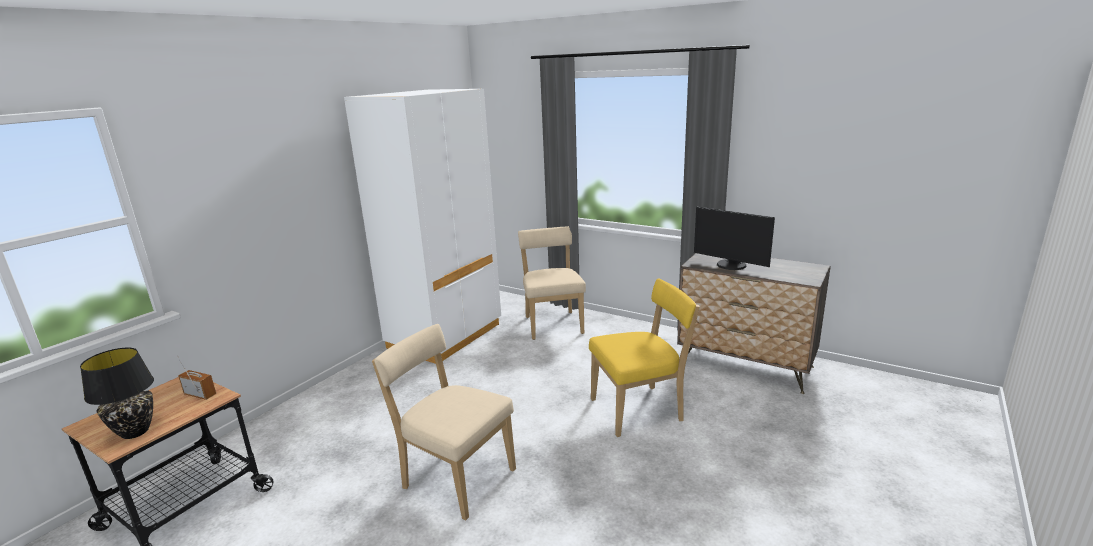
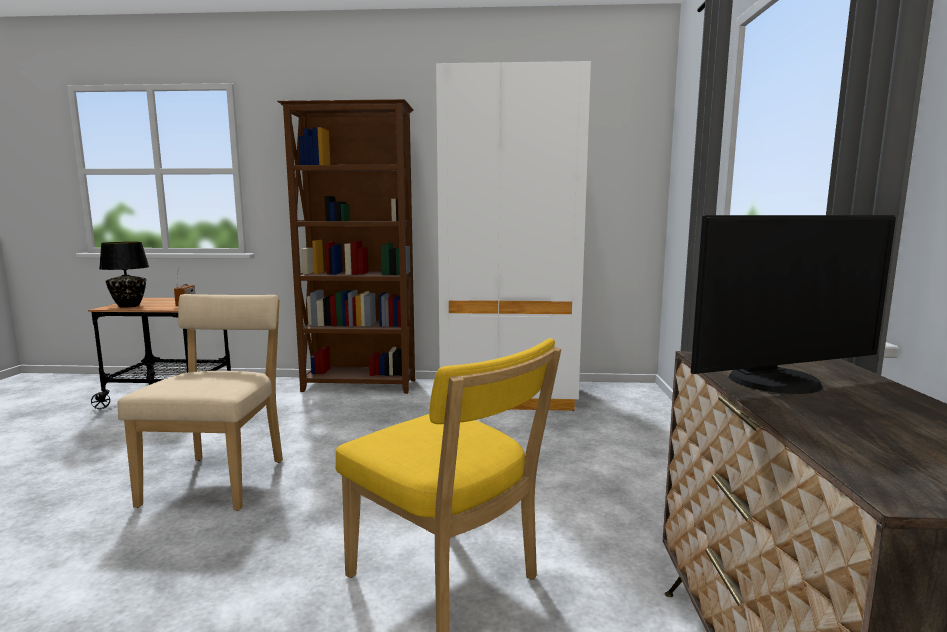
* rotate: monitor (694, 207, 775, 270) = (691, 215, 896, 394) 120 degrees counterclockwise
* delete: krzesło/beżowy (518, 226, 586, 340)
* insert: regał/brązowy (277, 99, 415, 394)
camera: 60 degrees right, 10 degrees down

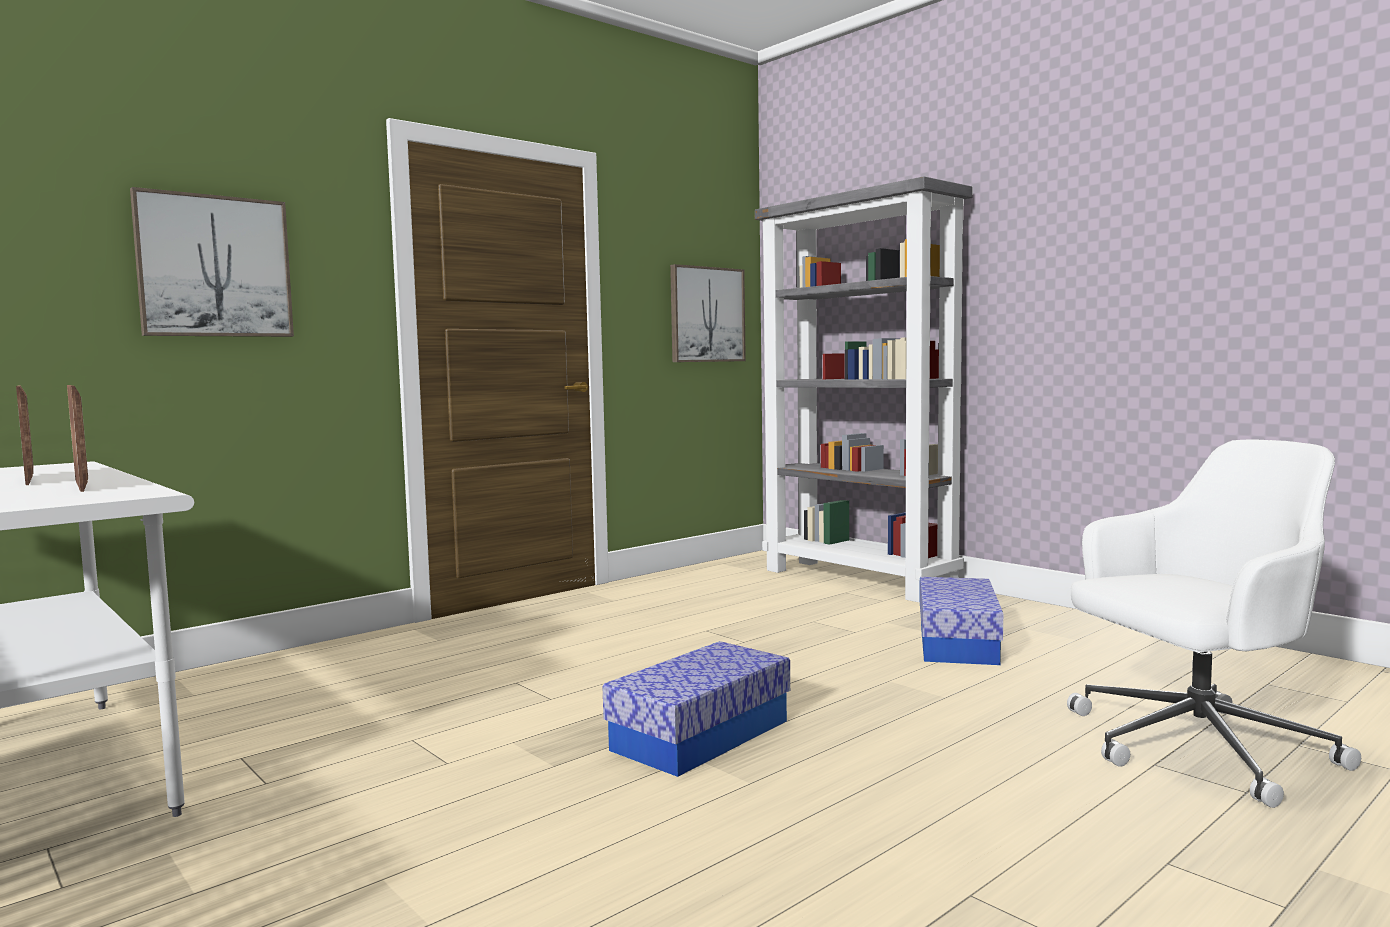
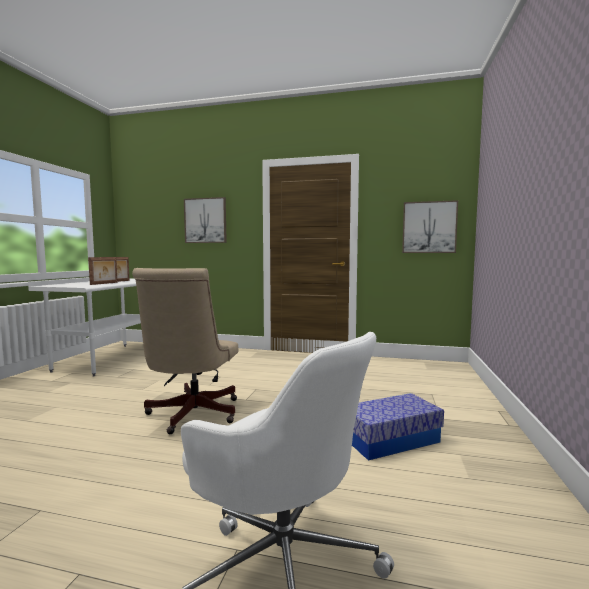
* delete: regał/szary (755, 176, 973, 603)
* replace: pojemnik do przechowywania (602, 641, 790, 777) to krzesło biurowe/beżowy (132, 268, 239, 434)
camera: 55 degrees right, 0 degrees up

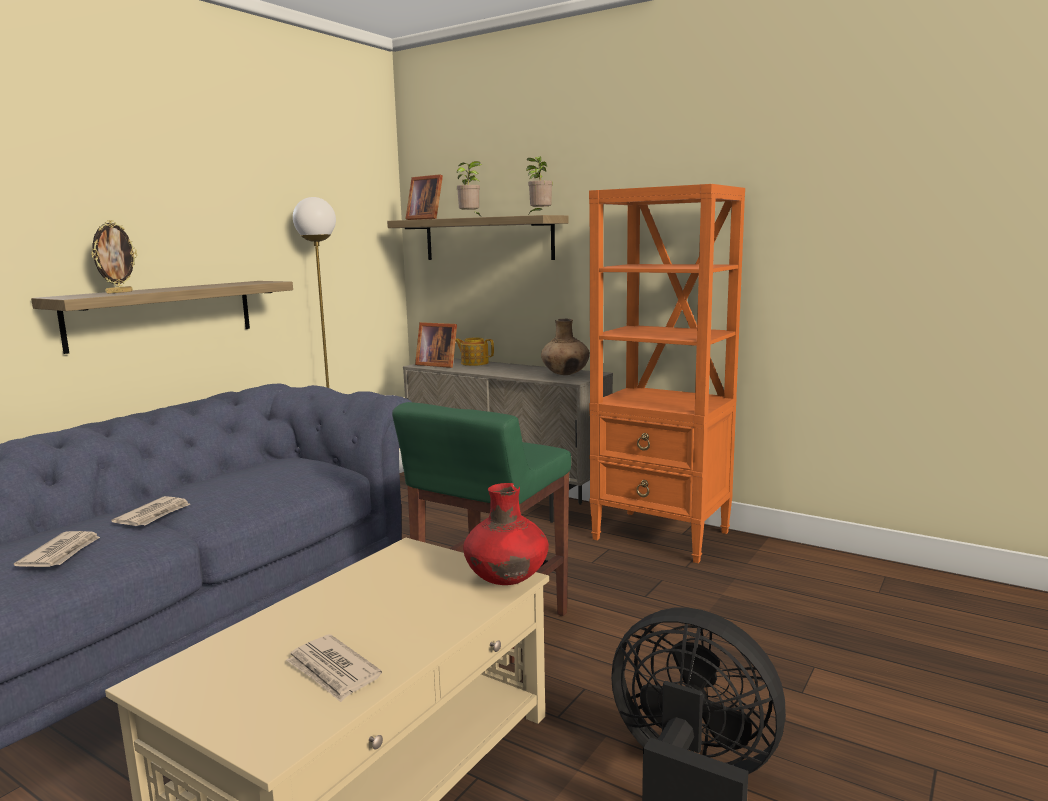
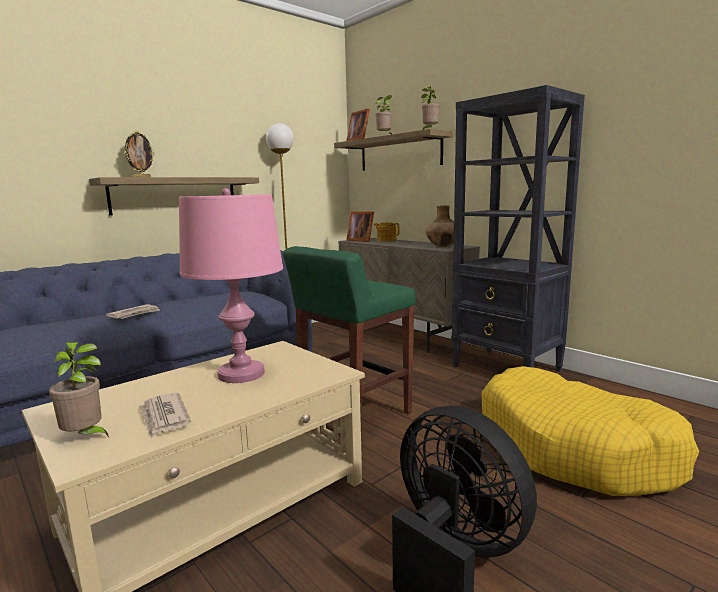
* recolor: regał/pomarańczowy (589, 184, 745, 563) to regał/czarny (451, 85, 585, 372)
* delete: wazon/czerwony (463, 483, 549, 585)
* delete: gazeta (14, 531, 100, 567)
* insert: lampa stołowa/różowy (179, 188, 283, 383)
* insert: roślina doniczkowa (49, 342, 109, 437)
* insert: legowisko/żółty (481, 366, 700, 496)
camera: 15 degrees right, 0 degrees up

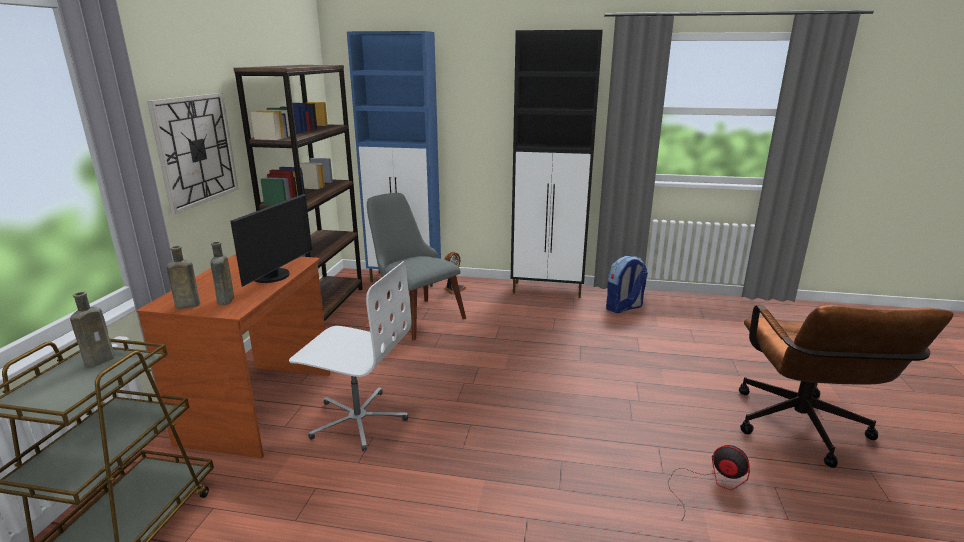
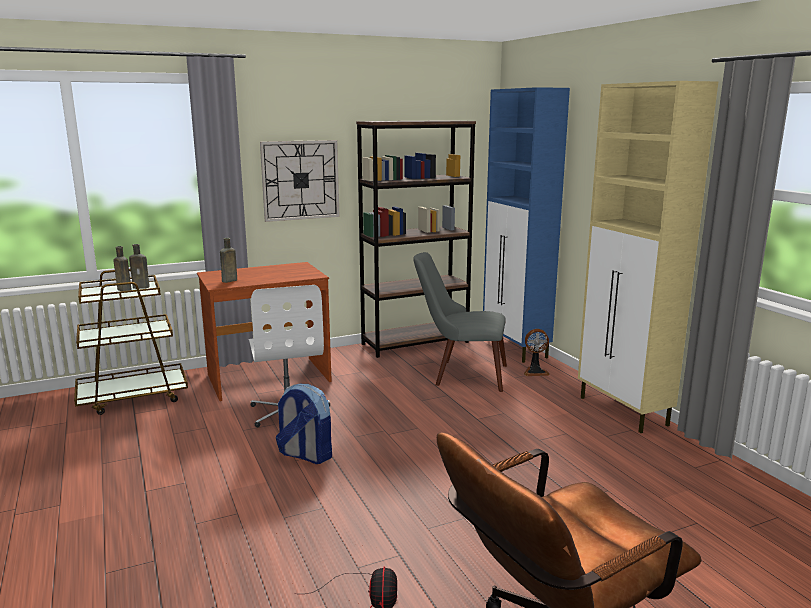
* recolor: szafka/czarny (511, 30, 603, 298) to szafka/beżowy (578, 81, 718, 433)
* rotate: krzesło/szary (367, 193, 466, 340) = (413, 252, 507, 392) 90 degrees counterclockwise
* delete: monitor (230, 194, 312, 287)
* move: butelka/brązowy (166, 246, 200, 309) to (113, 246, 132, 291)
* move: plecak (606, 256, 648, 313) to (276, 384, 332, 464)
camera: 55 degrees right, 5 degrees down

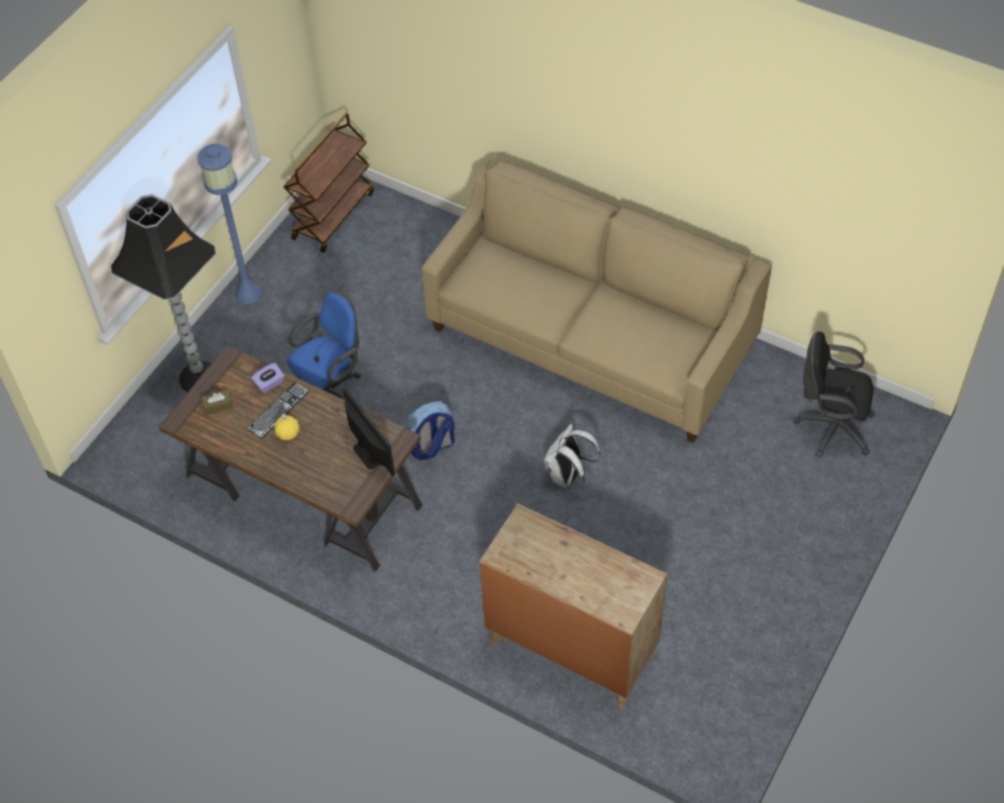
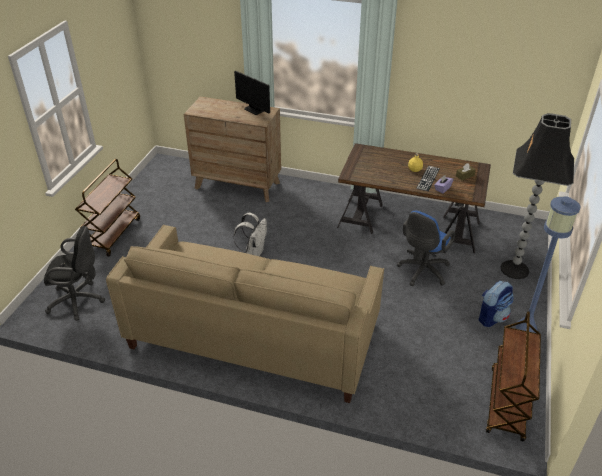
* move: monitor (343, 387, 395, 476) to (234, 71, 270, 115)
* move: plecak (407, 401, 455, 460) to (479, 281, 514, 327)
* insert: wózek/brązowy (75, 159, 140, 257)
camera: 165 degrees right, 15 degrees down

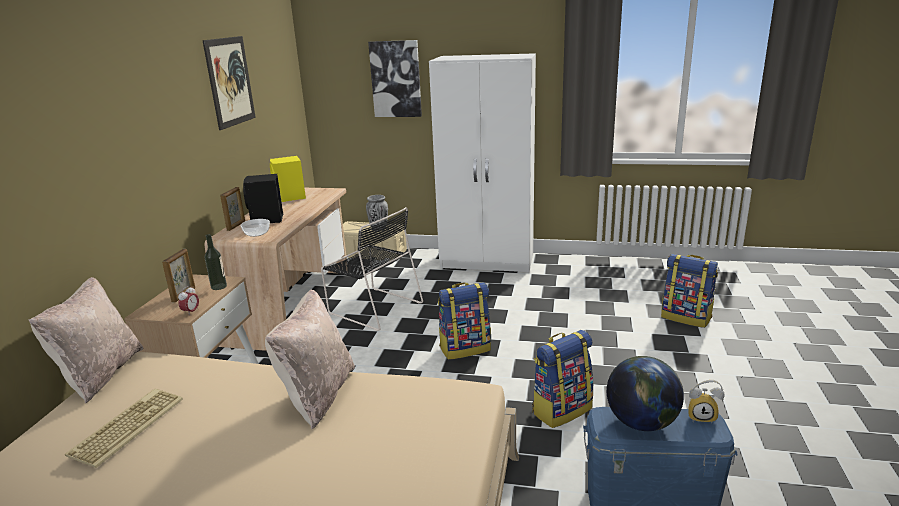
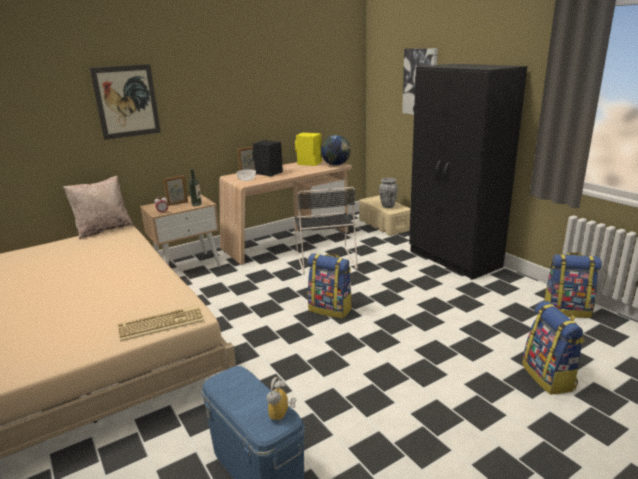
* move: obraz (202, 36, 256, 130) to (90, 64, 161, 140)
* recolor: szafa/biały (429, 53, 536, 273) to szafa/czarny (409, 64, 527, 280)
* delete: poduszka/beżowy (265, 290, 355, 429)
* move: plecak (532, 330, 593, 428) to (544, 253, 602, 318)
* move: globus (607, 356, 684, 431) to (321, 135, 351, 166)
* rotate: budzik (688, 380, 724, 423) = (266, 377, 296, 423) 45 degrees clockwise
* move: klawiatura (65, 389, 183, 468) to (118, 305, 204, 342)
camera: 45 degrees right, 0 degrees up

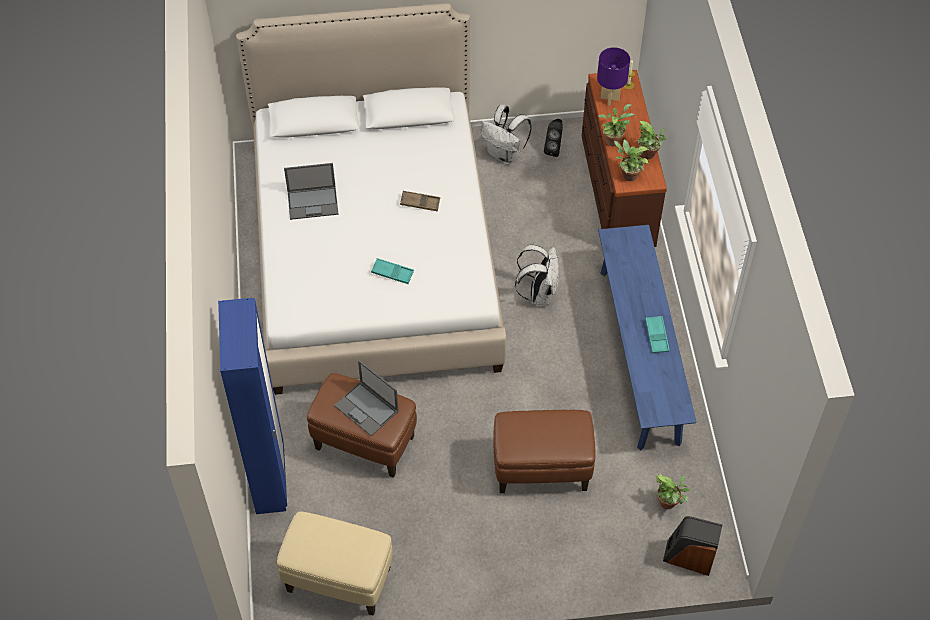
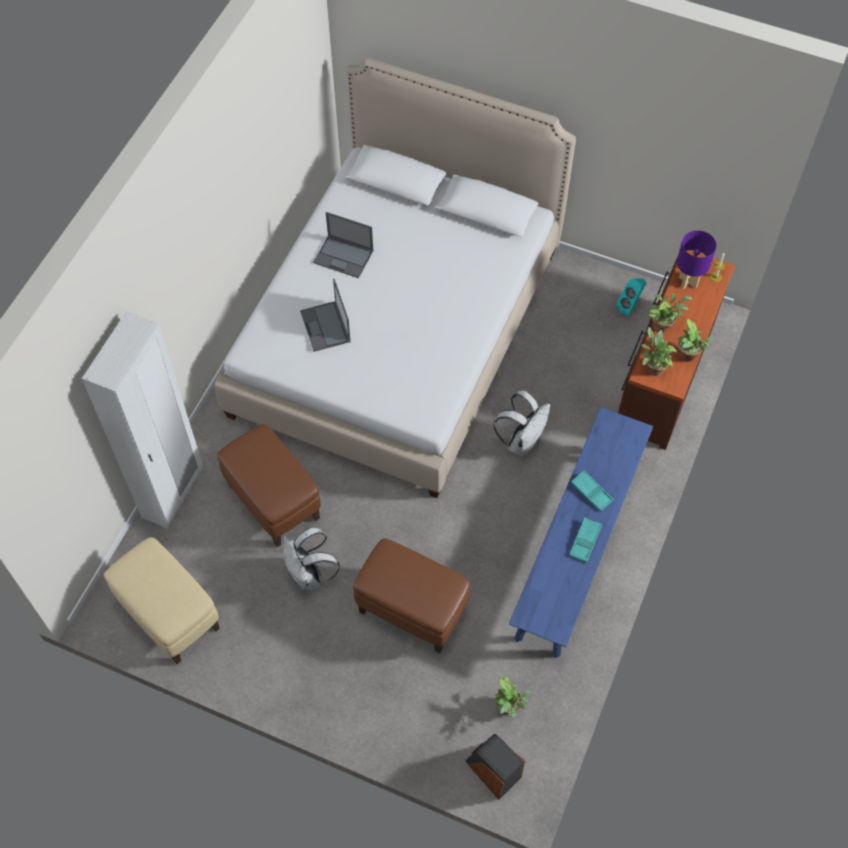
* move: plecak/biały (481, 105, 532, 165) to (283, 527, 340, 591)
* recolor: głośnik/czarny (544, 119, 563, 157) to głośnik/turkusowy (616, 278, 646, 316)
* delete: taca/brązowy (400, 191, 440, 212)
* move: taca/turkusowy (371, 258, 414, 284) to (571, 471, 614, 512)
* recolor: szafa/niebieski (218, 298, 287, 514) to szafa/biały (82, 311, 203, 528)
* move: laptop (334, 360, 398, 436) to (300, 279, 351, 352)
camera: 30 degrees right, 5 degrees up

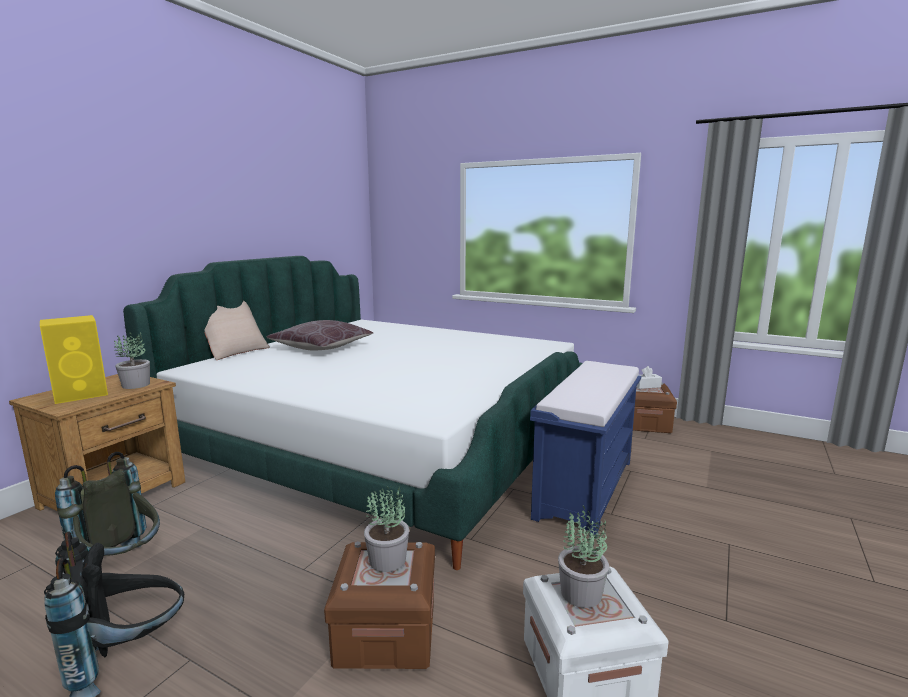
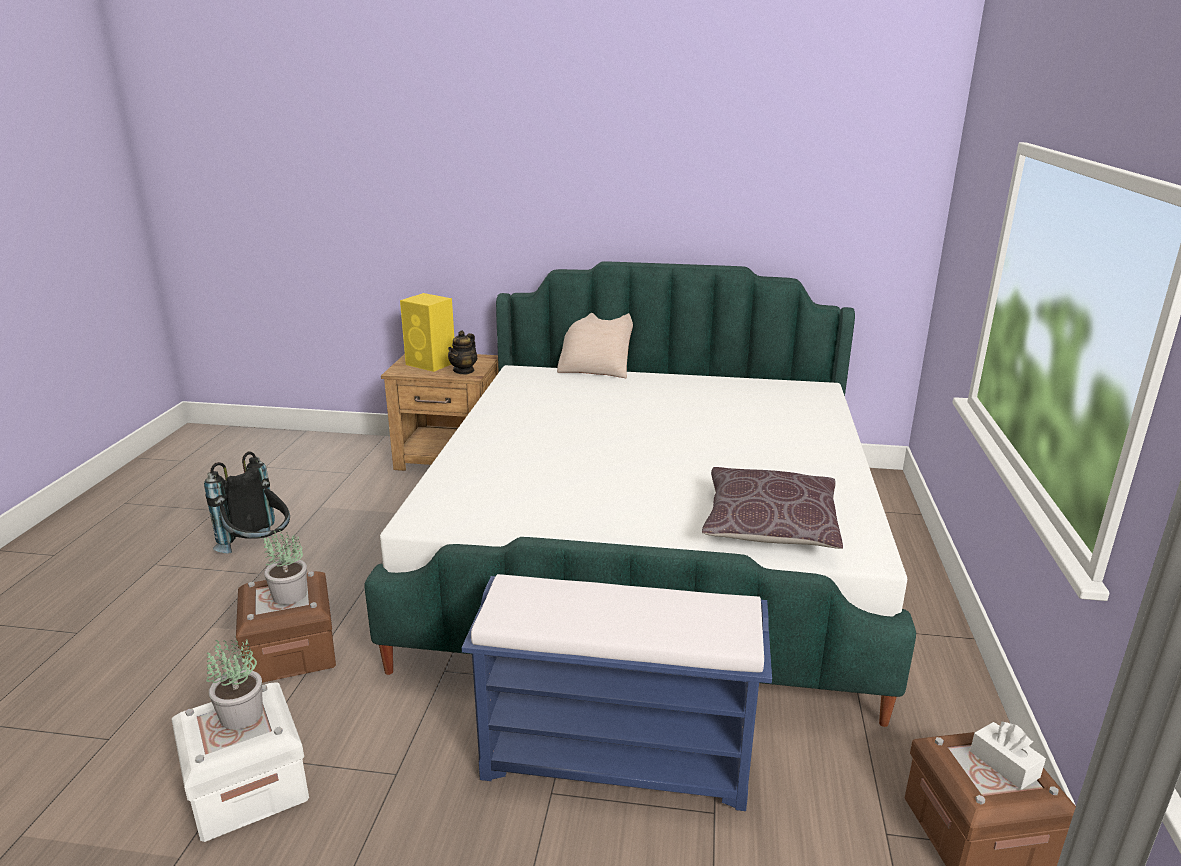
* move: poduszka/brązowy (267, 320, 373, 351) to (702, 467, 843, 549)
* replace: roślina doniczkowa (114, 333, 150, 389) to imbryk (448, 330, 477, 374)
* delete: plecak/szary (55, 452, 160, 556)
camera: 70 degrees right, 10 degrees up

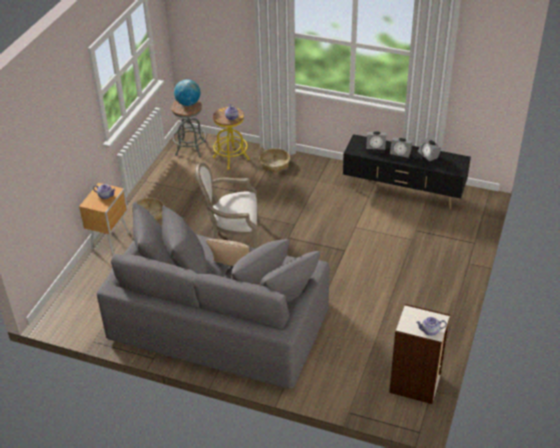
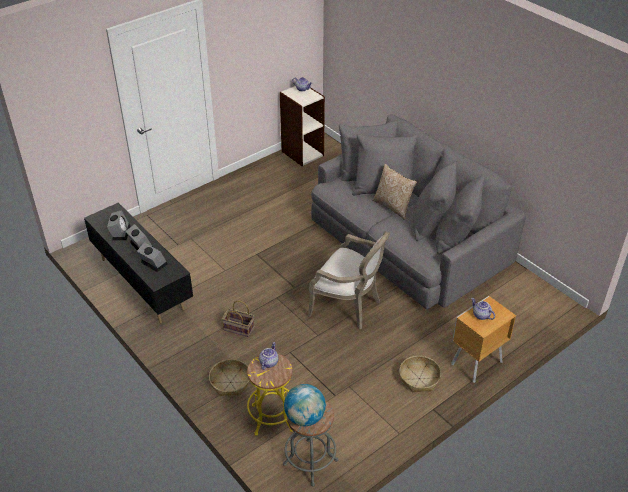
* insert: koszyk (222, 300, 255, 337)
camera: 150 degrees left, 0 degrees up

